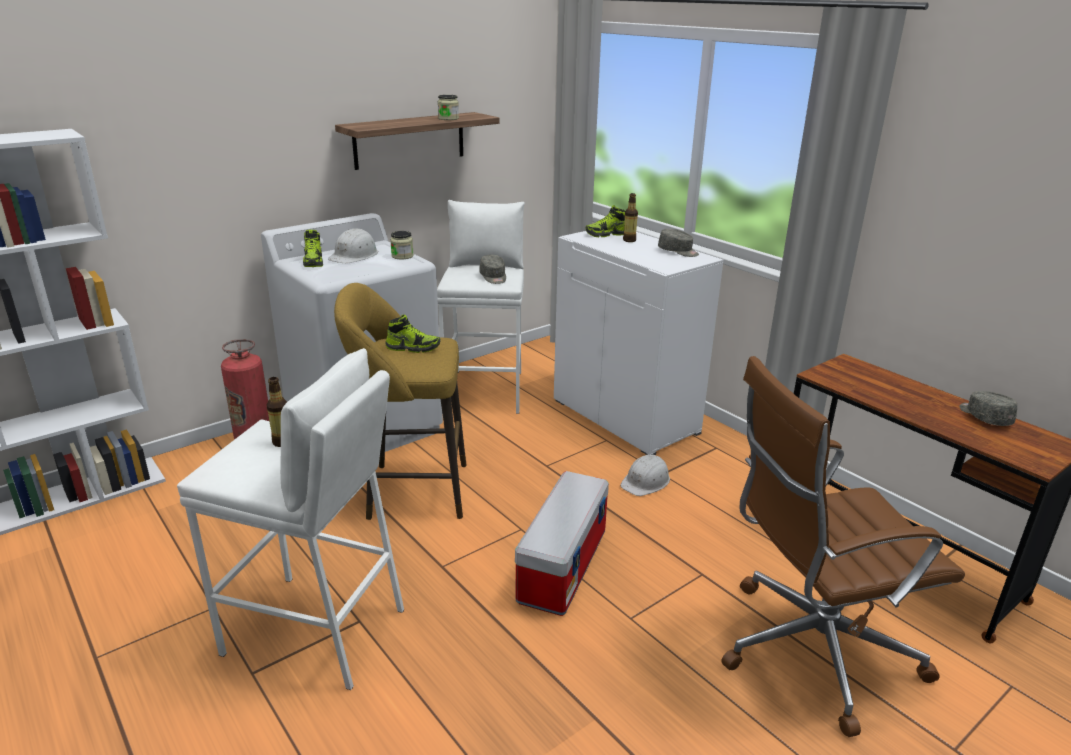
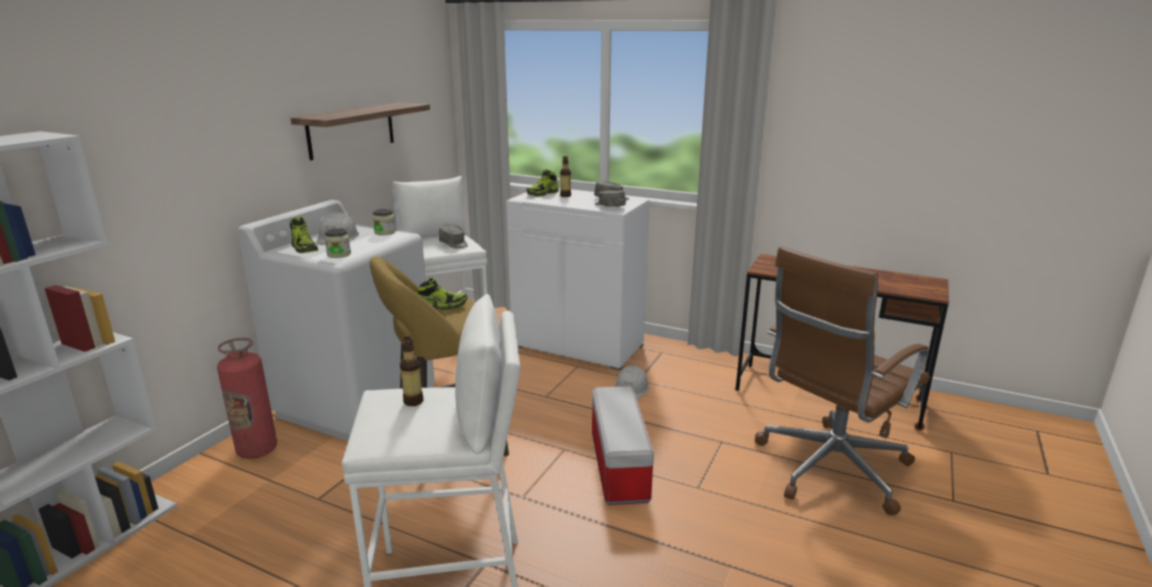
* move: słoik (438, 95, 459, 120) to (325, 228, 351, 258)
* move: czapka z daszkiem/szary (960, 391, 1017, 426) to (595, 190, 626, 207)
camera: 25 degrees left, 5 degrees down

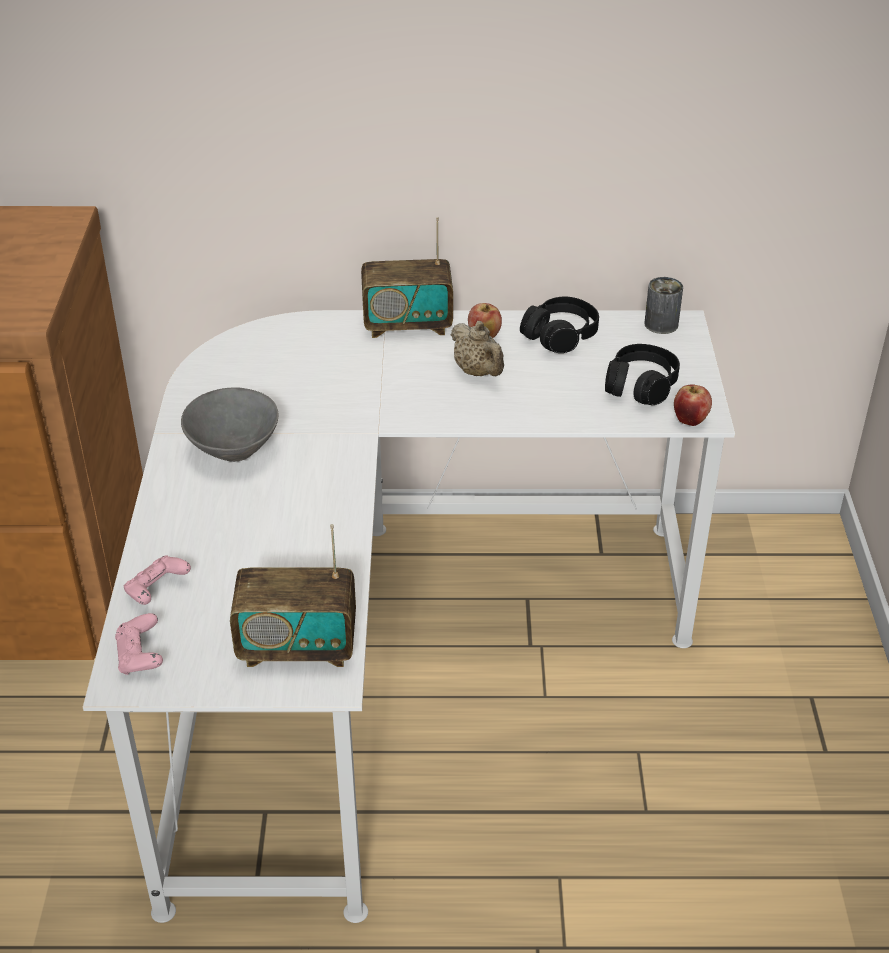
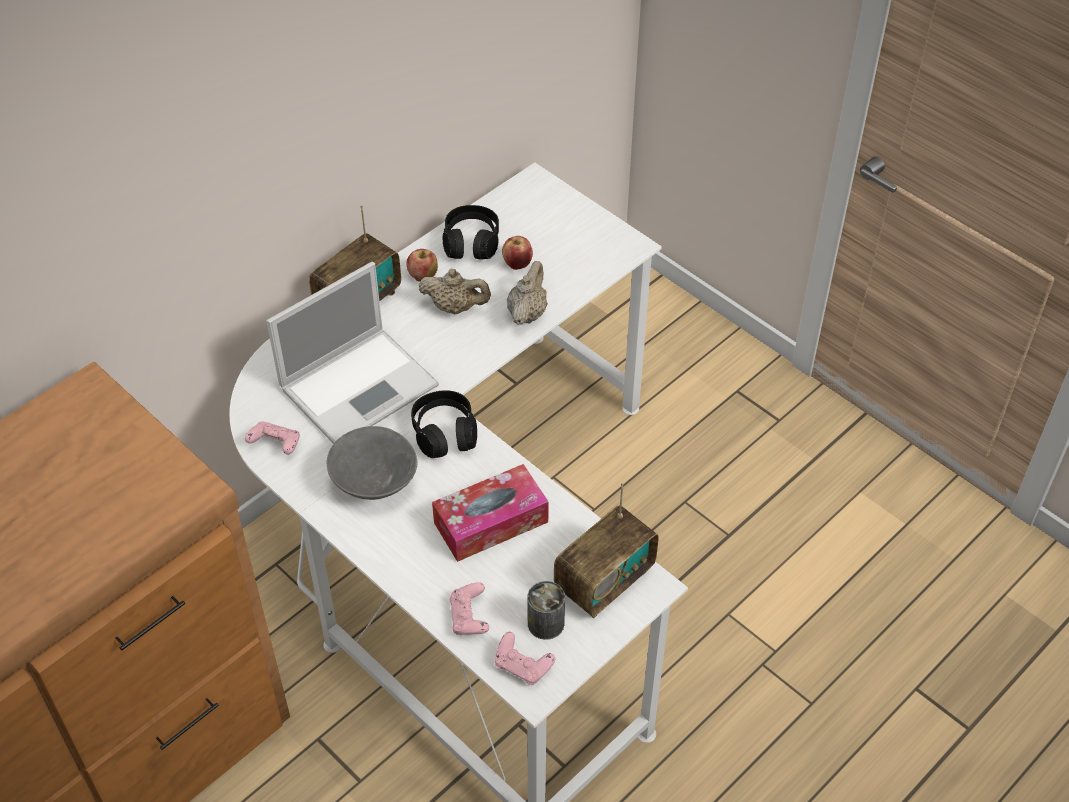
* move: puszka (644, 277, 683, 334) to (527, 581, 565, 640)
* move: słuchawki/czarny (605, 344, 680, 405) to (411, 390, 477, 458)
* move: jabłko (674, 385, 712, 426) to (502, 236, 533, 270)
* insert: imbryk/beżowy (507, 261, 548, 325)
* insert: laptop (266, 262, 439, 444)
* insert: pad do gier/różowy (245, 422, 300, 454)
* insert: pudełko chusteczek (432, 464, 549, 562)
camera: 45 degrees left, 10 degrees up

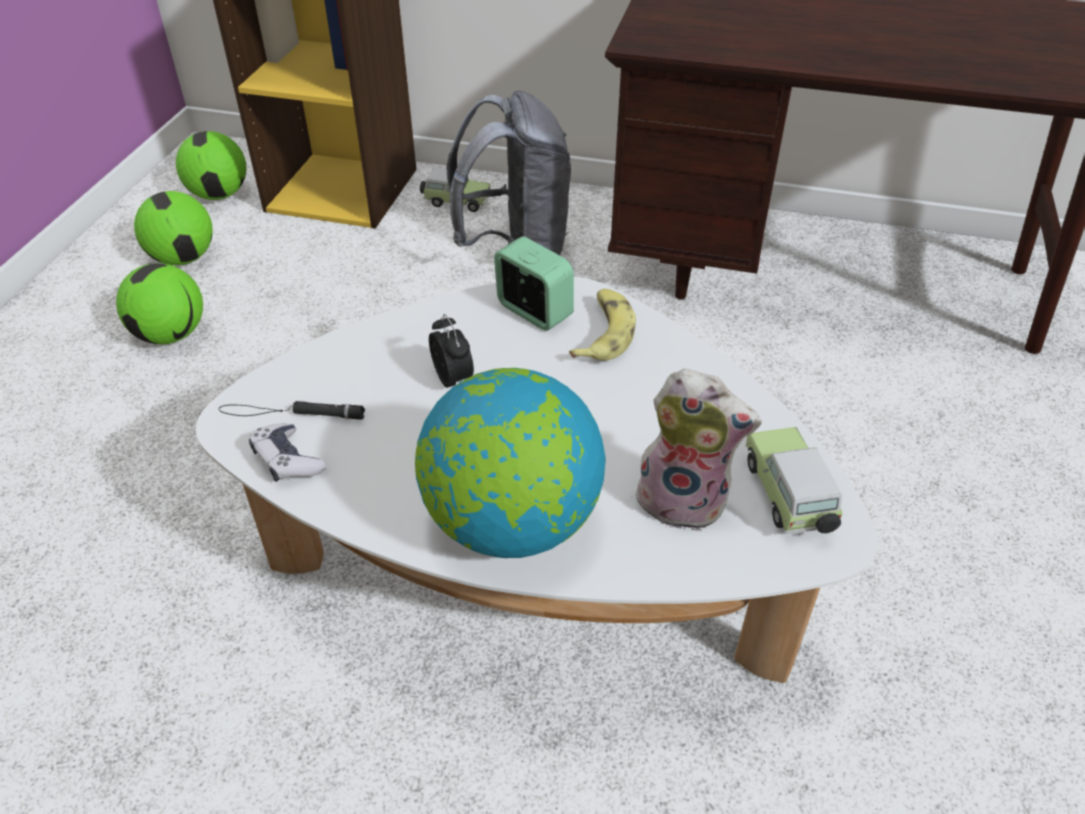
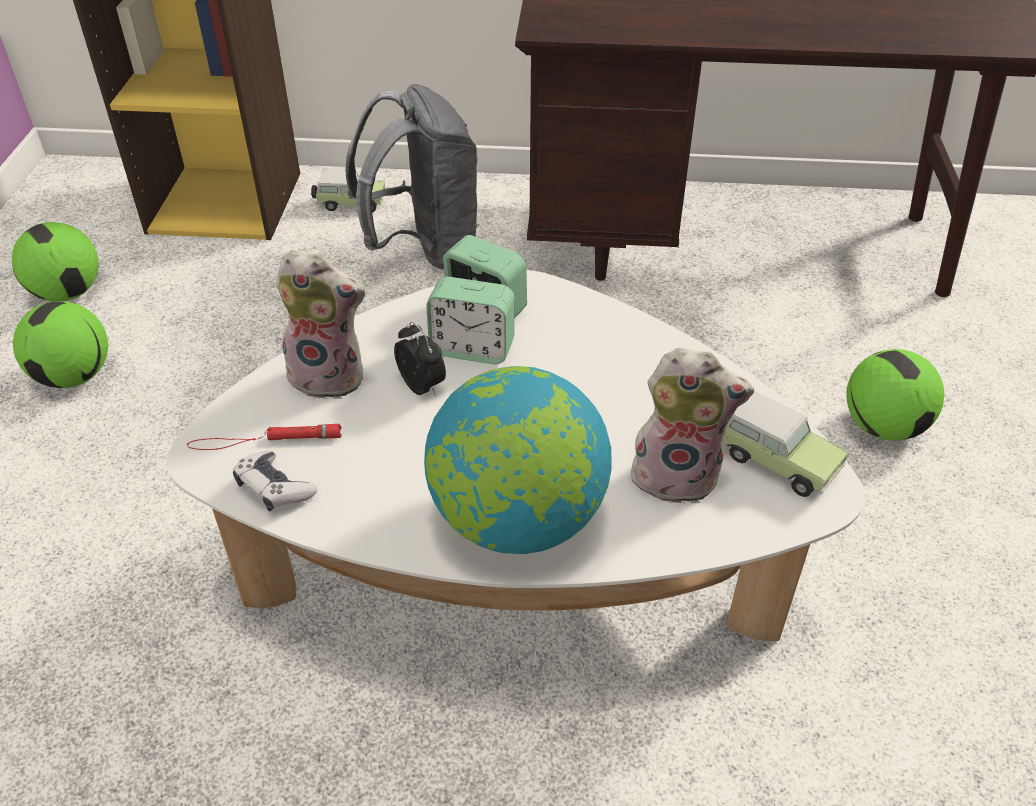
* move: piłka futbolowa (176, 131, 246, 200) to (846, 349, 944, 441)
* delete: banan (569, 289, 636, 360)
* recolor: latarka/czarny (219, 401, 365, 420) to latarka/czerwony (187, 424, 342, 450)
* rotate: samochodzik (746, 427, 842, 535) = (724, 391, 849, 497) 150 degrees clockwise
* insert: pluszak (276, 250, 365, 399)
* insert: budzik (426, 277, 515, 364)
camera: 10 degrees left, 0 degrees up

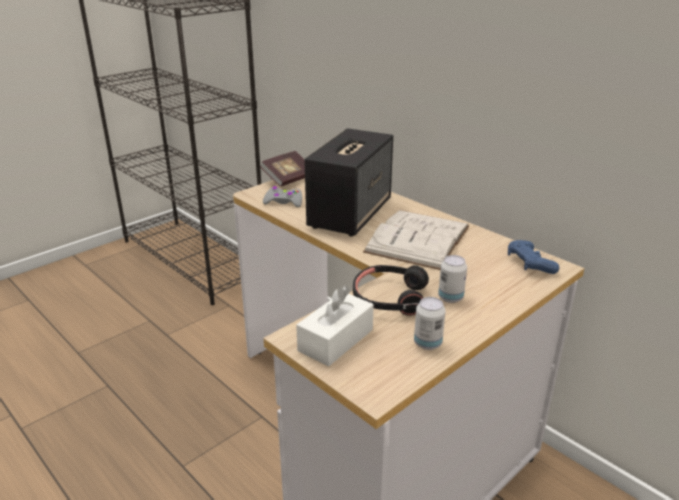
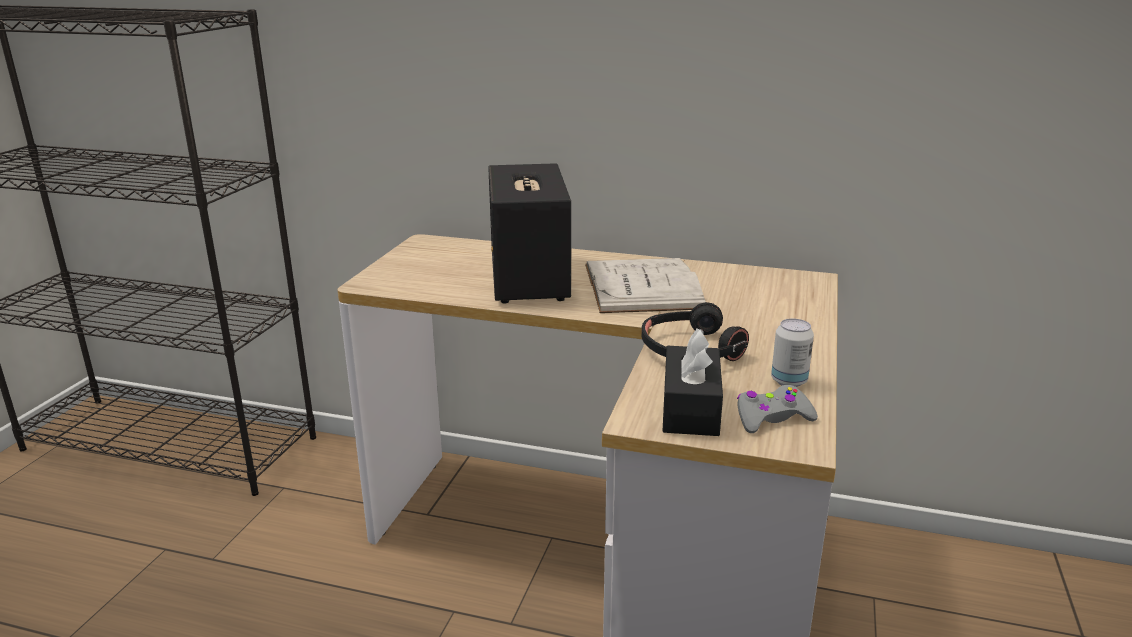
* delete: książka (260, 151, 305, 187)
* move: pad do gier/szary (263, 186, 302, 207) to (737, 385, 818, 433)
* delete: pad do gier/niebieski (508, 240, 559, 274)
* delete: puszka (438, 255, 467, 303)
* recolor: pudełko chusteczek/biały (296, 286, 374, 367) to pudełko chusteczek/czarny (662, 328, 723, 436)
camera: 30 degrees left, 5 degrees down

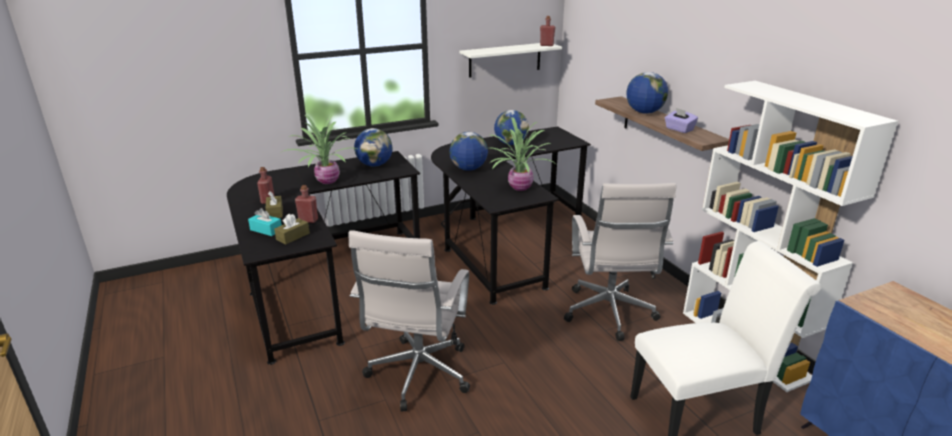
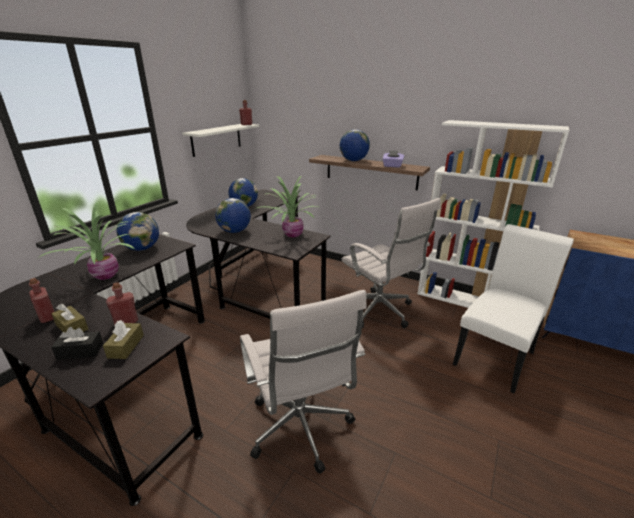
* recolor: pudełko chusteczek/turkusowy (248, 208, 282, 236) to pudełko chusteczek/czarny (51, 327, 104, 360)
camera: 35 degrees left, 0 degrees up

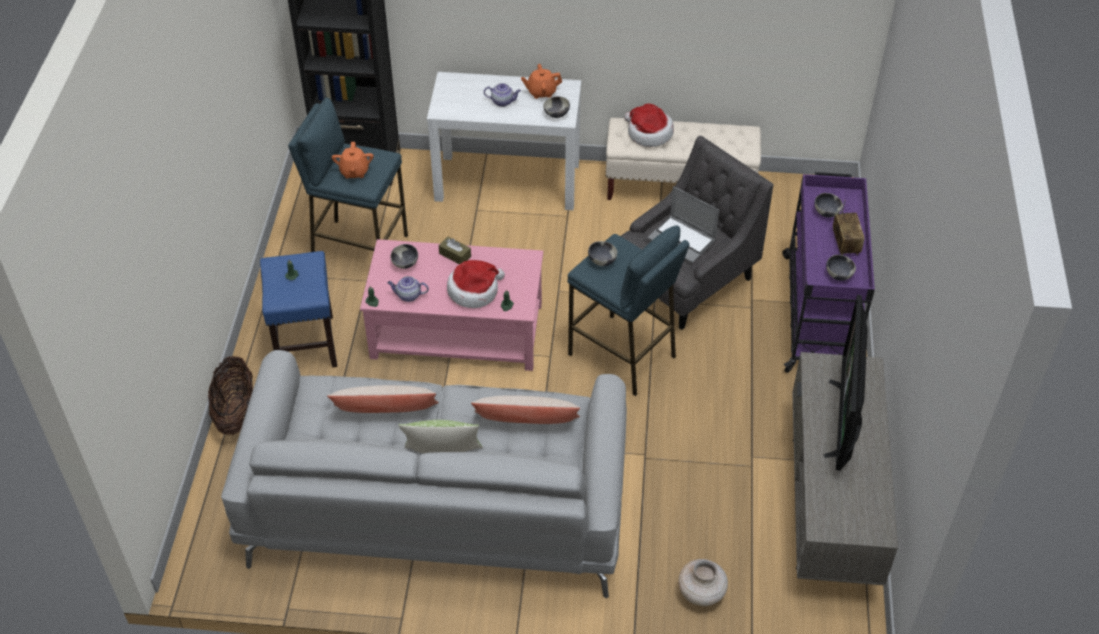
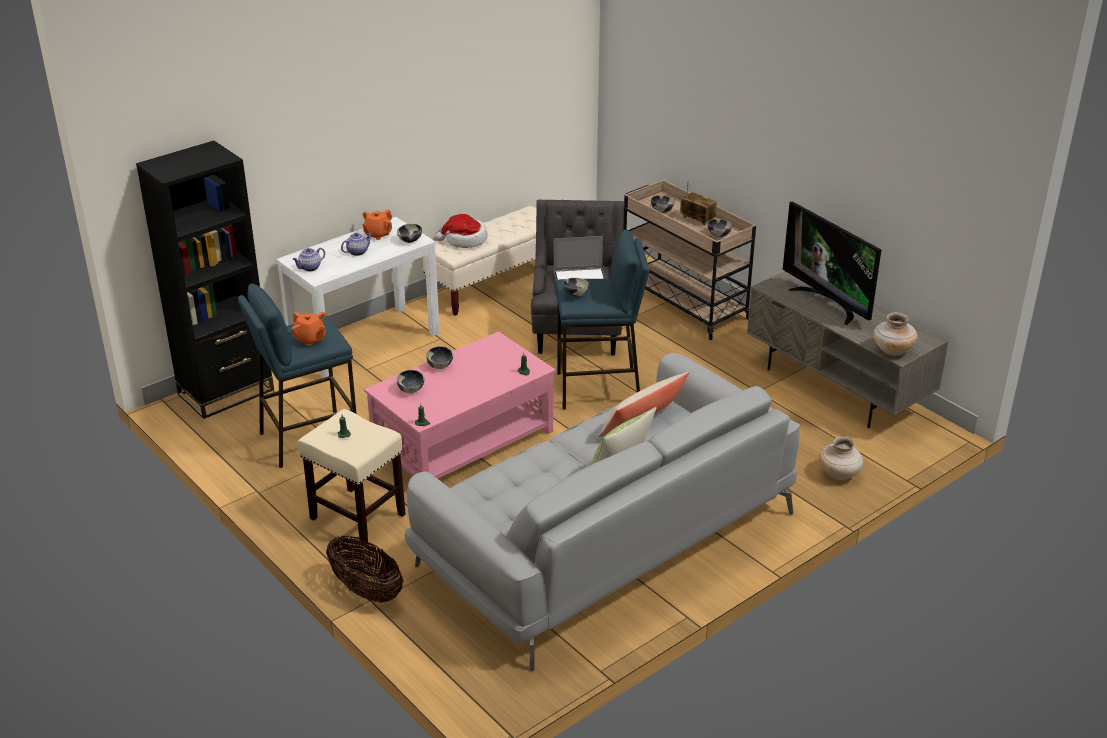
* recolor: wózek/fioletowy (782, 172, 875, 373) to wózek/beżowy (623, 180, 756, 340)
* replace: pudełko chusteczek/brązowy (439, 237, 471, 264) to miska (426, 346, 453, 369)
* recolor: stołek/niebieski (260, 251, 337, 368) to stołek/beżowy (298, 409, 406, 546)
* delete: kapelusz (447, 260, 505, 308)
* move: imbryk (387, 276, 429, 302) to (292, 248, 325, 271)
* delete: poduszka/beżowy (327, 385, 439, 413)
* insert: wazon/beżowy (873, 312, 918, 355)
camera: 45 degrees left, 15 degrees down

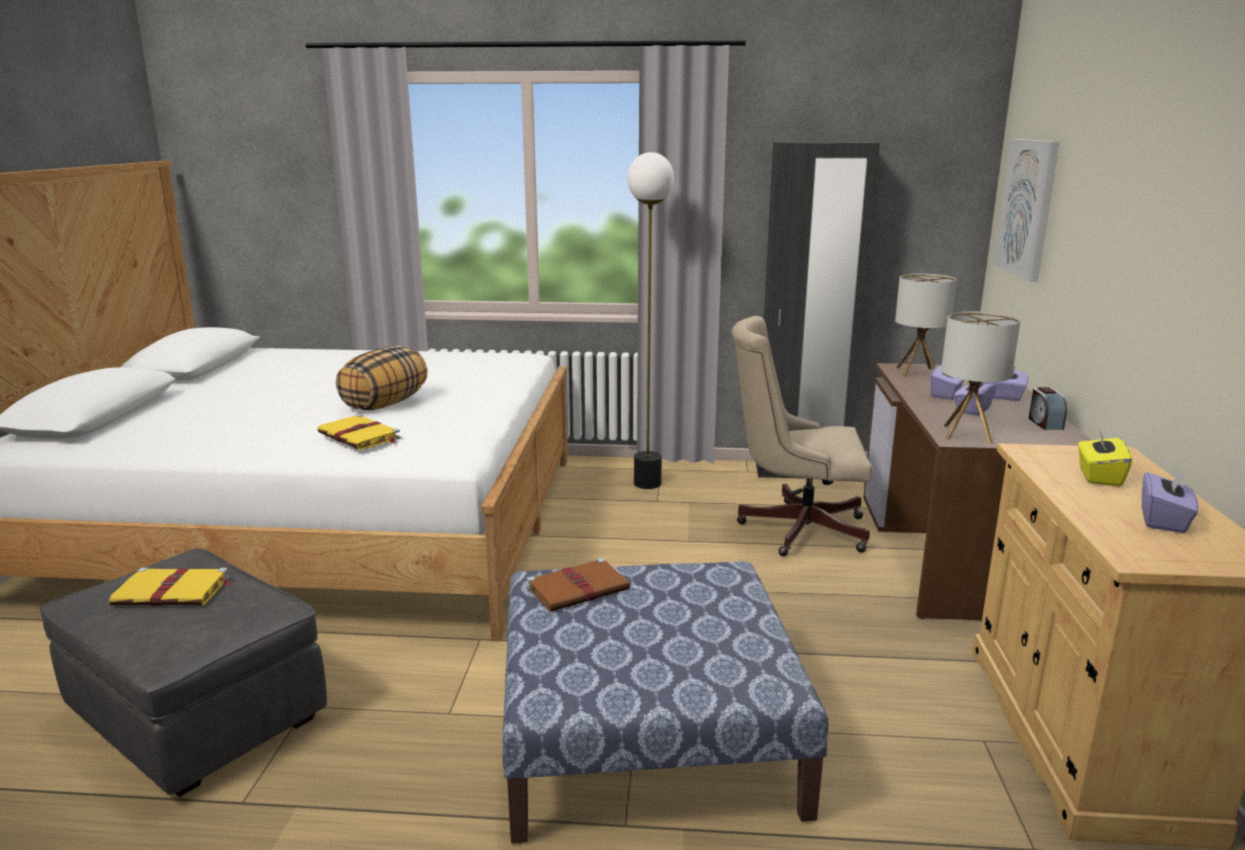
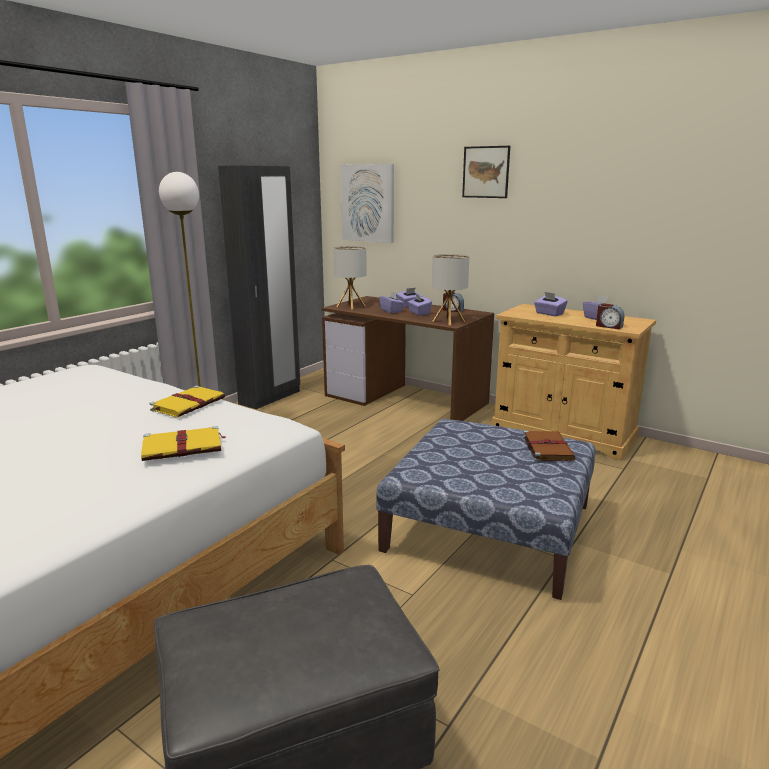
* delete: krzesło biurowe/beżowy (732, 316, 872, 556)
* delete: poduszka (336, 346, 427, 410)
* recolor: pudełko chusteczek/żółty (1078, 428, 1132, 487) to pudełko chusteczek/fioletowy (534, 292, 568, 316)
* move: książka/brązowy (526, 558, 630, 612) to (523, 431, 575, 461)
* move: książka/żółty (109, 567, 234, 606) to (149, 386, 225, 417)
* insert: obraz (462, 146, 510, 198)
* insert: budzik (596, 303, 624, 329)
camera: 60 degrees left, 0 degrees up

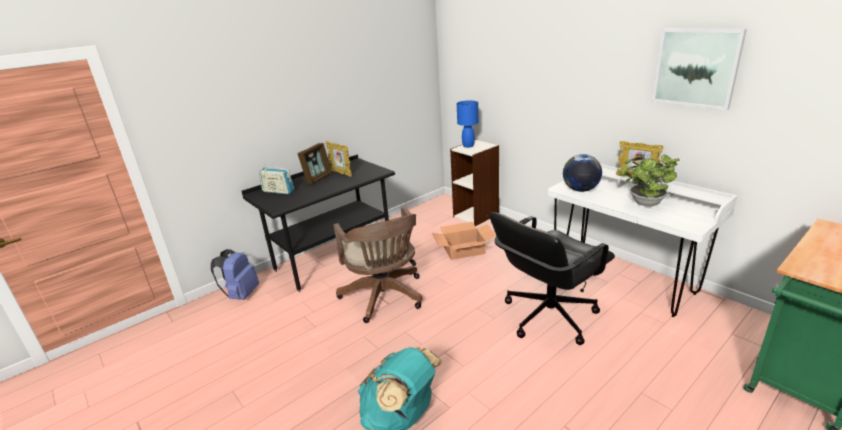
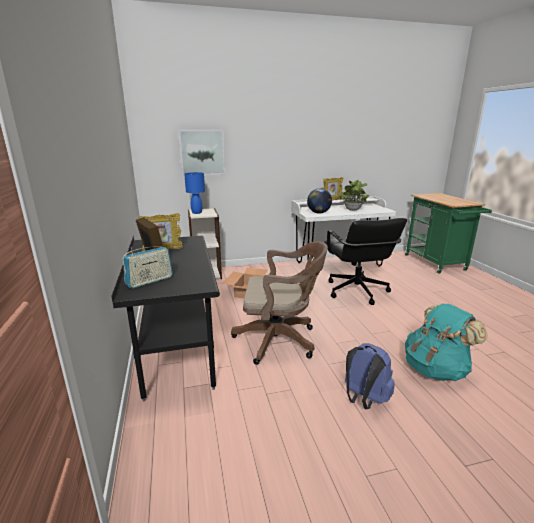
* move: obraz (652, 28, 747, 110) to (178, 129, 225, 176)
* move: plecak/niebieski (211, 249, 259, 300) to (345, 343, 395, 409)
camera: 65 degrees left, 5 degrees down

